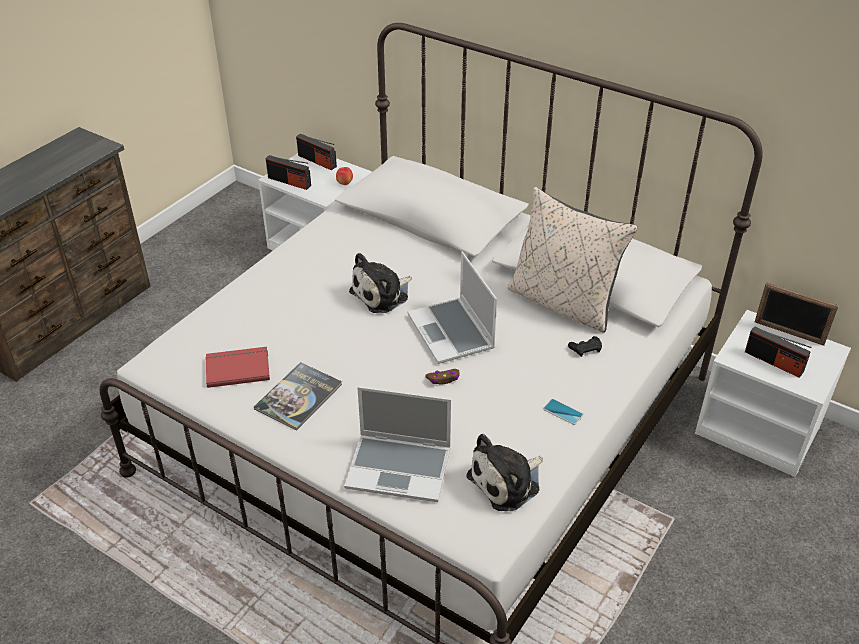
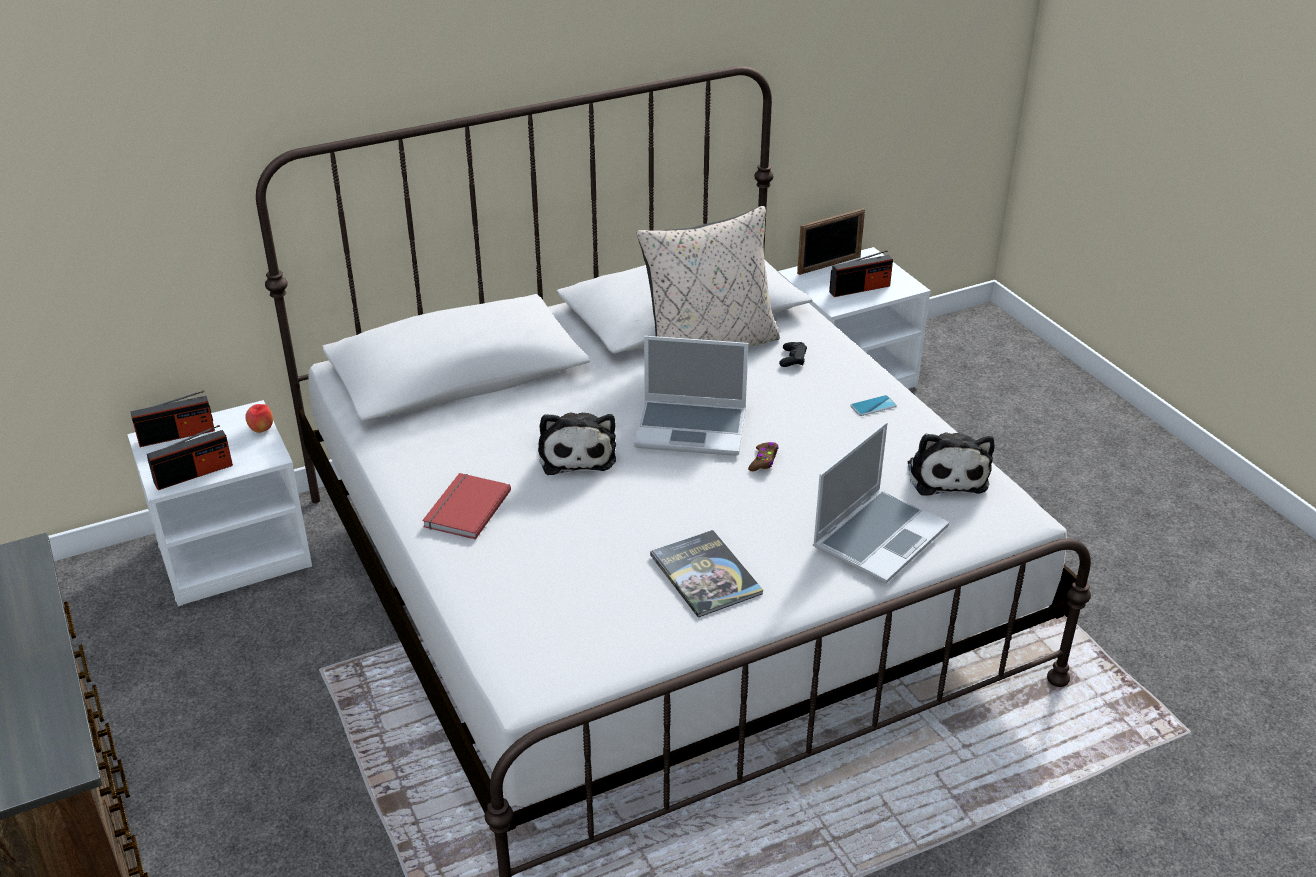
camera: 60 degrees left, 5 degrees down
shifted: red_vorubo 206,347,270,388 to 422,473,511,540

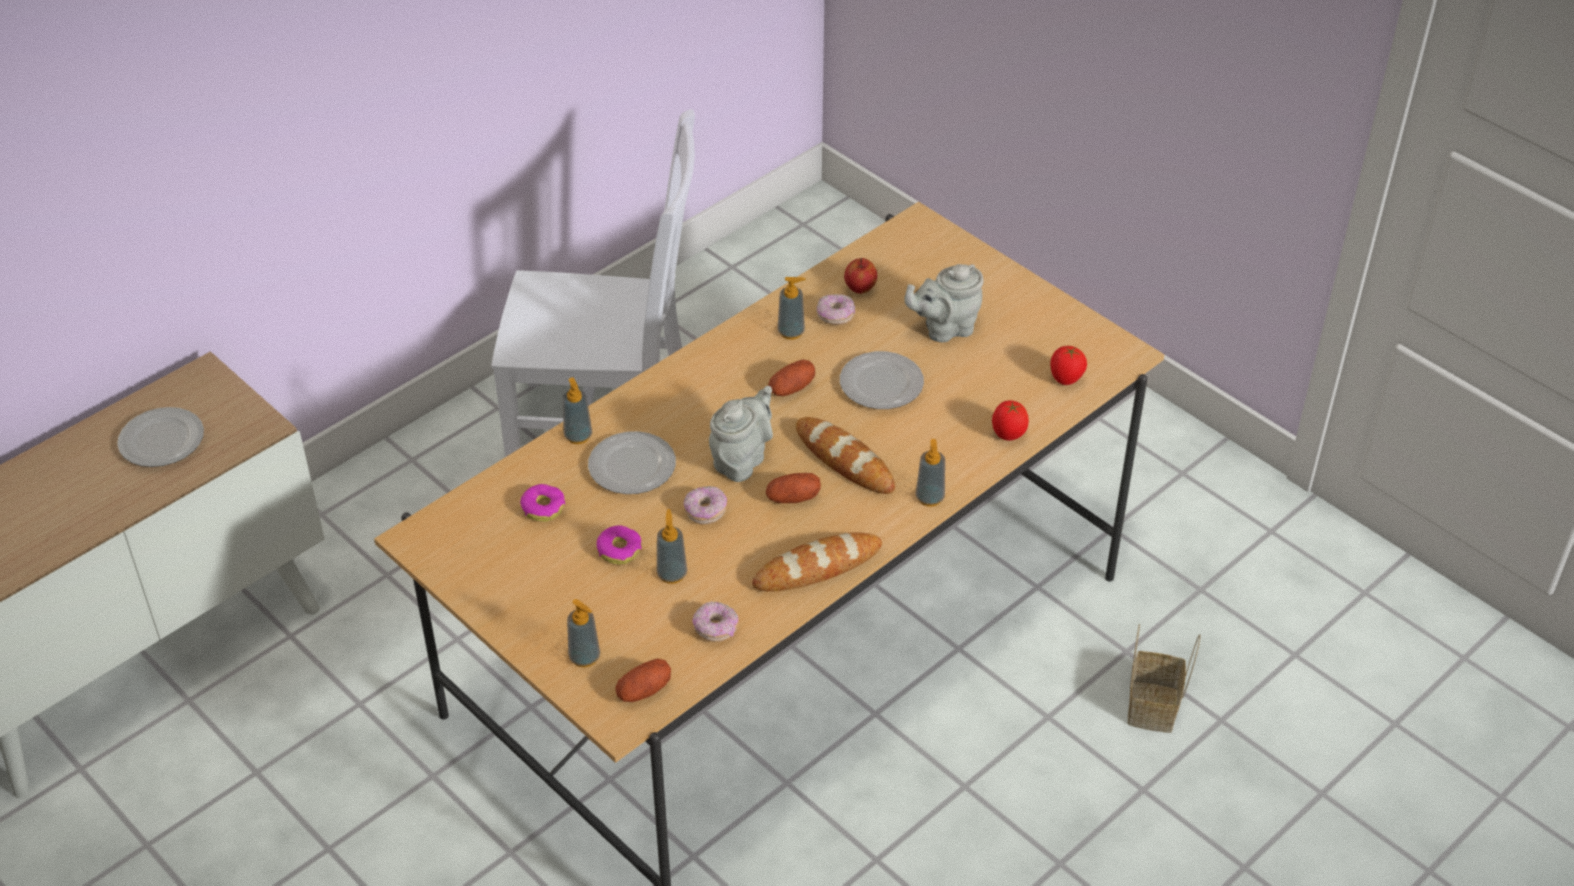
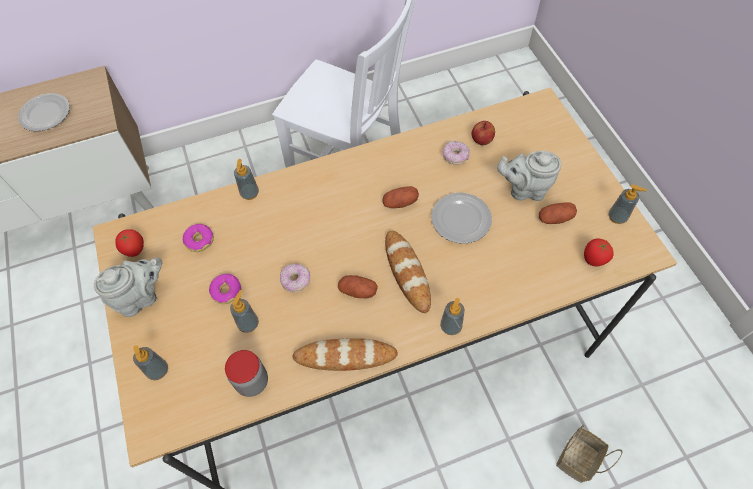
camera: 25 degrees right, 15 degrees up
gone: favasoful 588,431,676,494
shifted: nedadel 615,658,671,702 to 539,202,577,224; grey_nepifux 709,386,773,482 to 94,258,162,317; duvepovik 778,277,806,340 to 609,184,647,224; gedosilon 992,400,1029,441 to 115,229,144,257
swapped: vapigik 693,601,738,642 to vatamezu 225,350,268,397

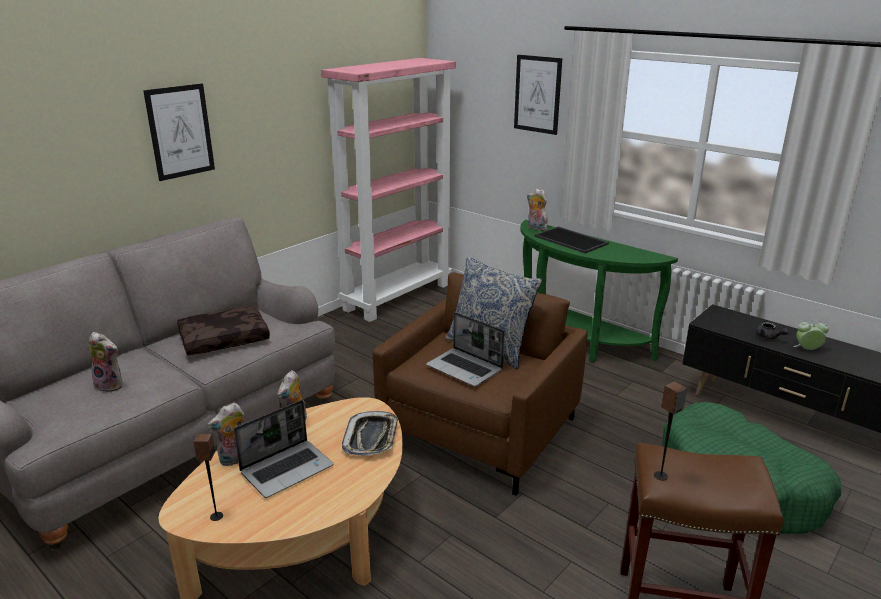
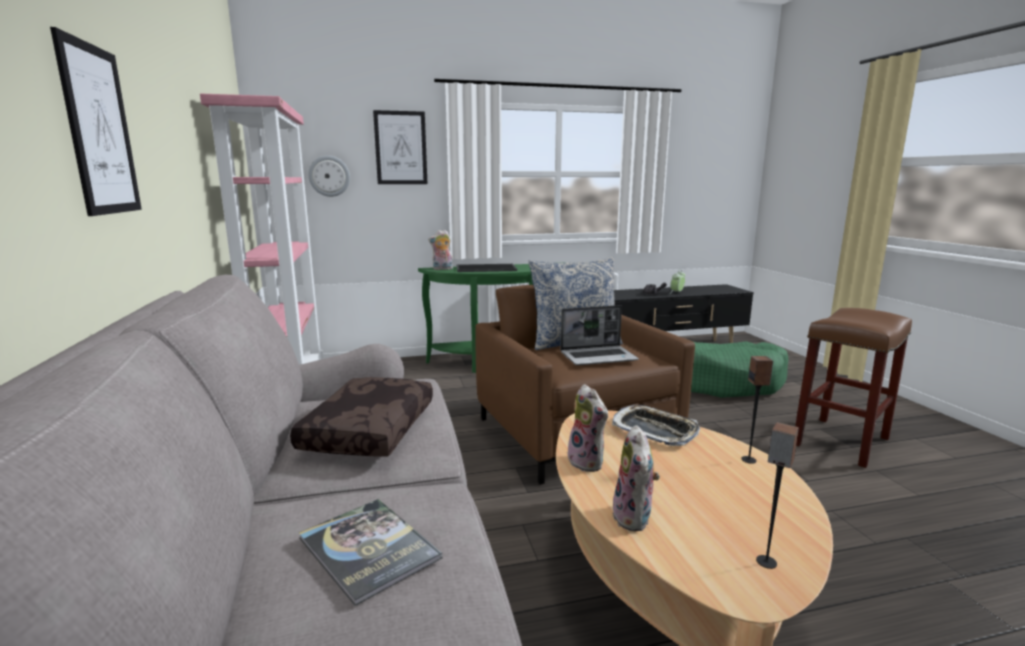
camera: 55 degrees left, 10 degrees down
gone: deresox 234,400,334,498
new: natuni 308,155,350,197
shifted: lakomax 654,382,687,481 to 741,356,773,464
swapped: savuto 89,332,122,393 to vorubo 299,499,442,606

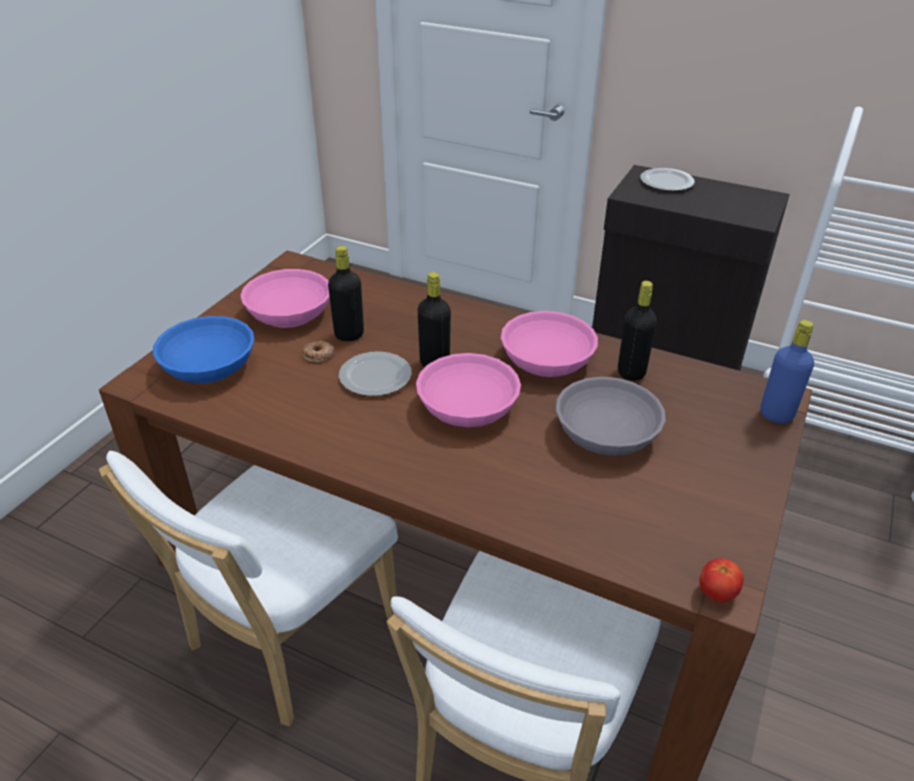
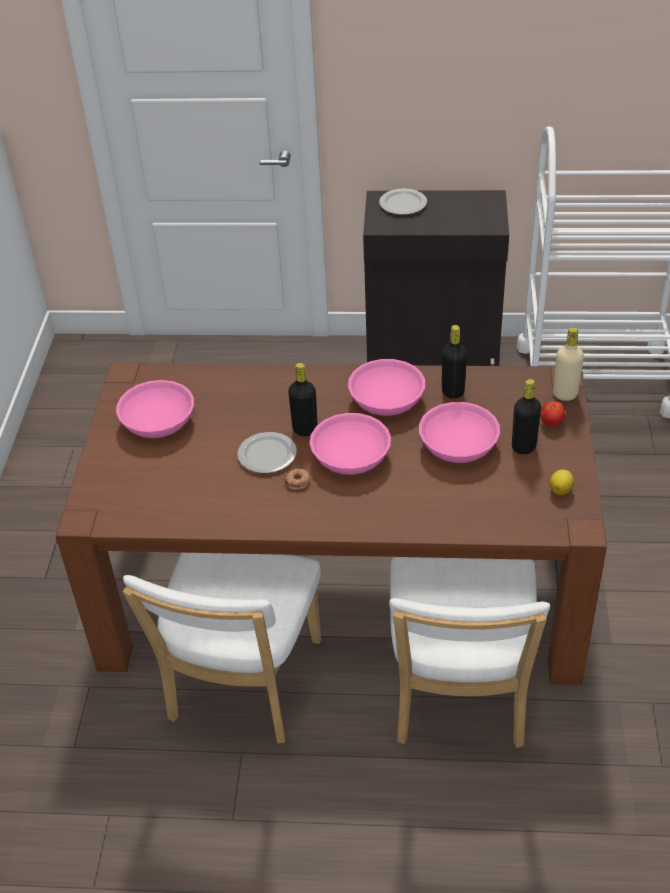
camera: 20 degrees left, 5 degrees up
gone: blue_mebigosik 153,316,254,383
new: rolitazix 549,470,574,495
shifted: vapigik 302,341,334,362 to 285,469,311,489; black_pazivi 328,246,364,341 to 512,379,541,454; gedosilon 699,558,744,602 to 541,401,565,426
repainted: grey_mebigosik 556,377,666,456 to pink_mebigosik 419,402,500,463; blue_pazivi 760,320,814,424 to beige_pazivi 553,327,584,401

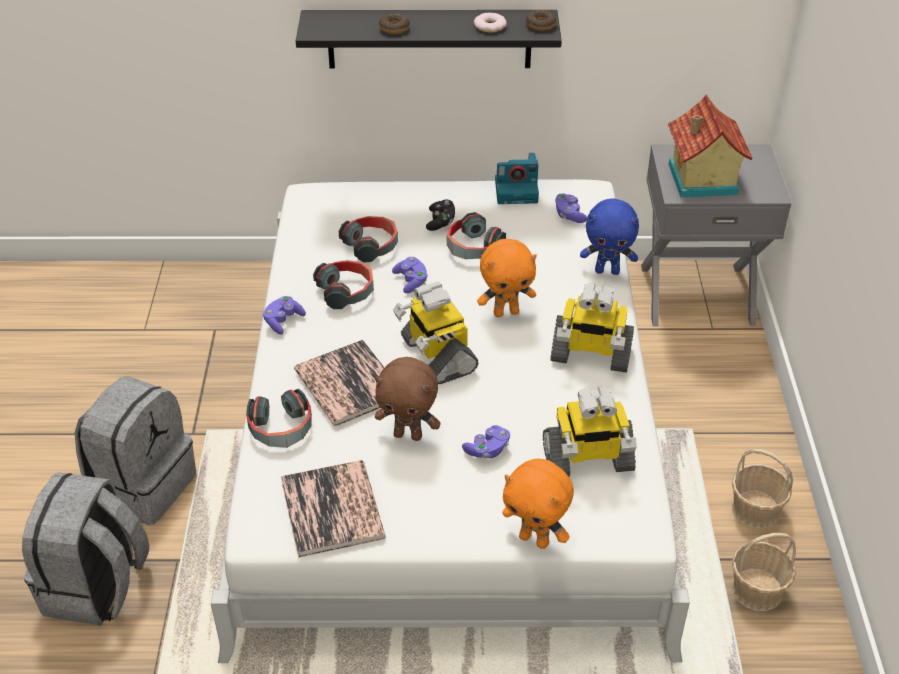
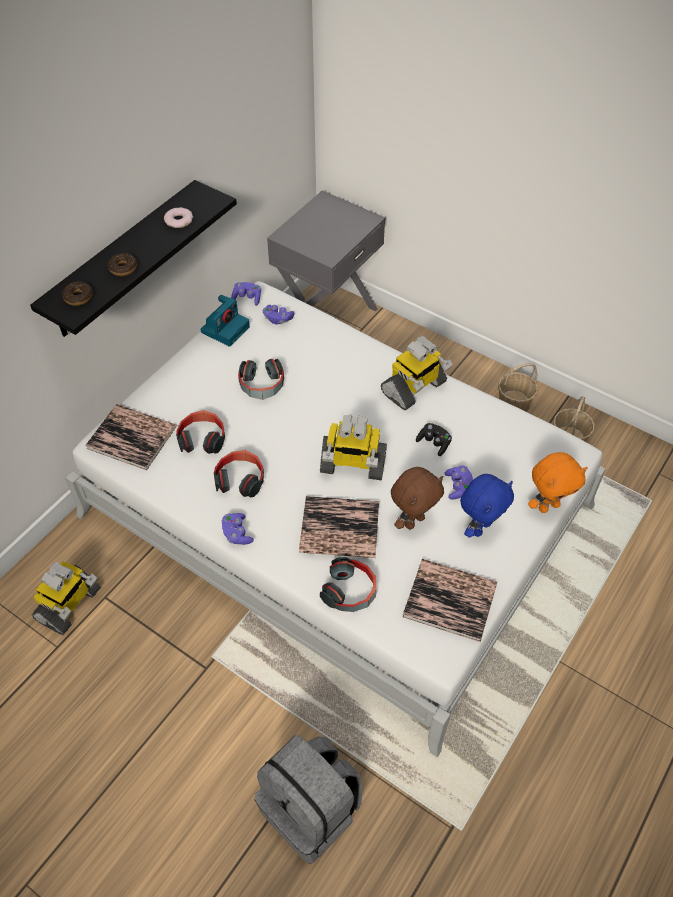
camera: 55 degrees left, 10 degrees up
gone: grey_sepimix 75,376,196,525; orange_savuto 477,239,537,317; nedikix 668,94,753,197
new: vorubo 85,404,177,470
shifted: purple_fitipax 392,257,428,293 to 231,282,261,306; black_fitipax 426,199,455,231 to 416,423,452,456; vapigik 526,10,557,31 to 62,282,93,306; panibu 543,386,637,477 to 31,561,101,635; blue_savuto 580,198,639,275 to 460,474,514,538

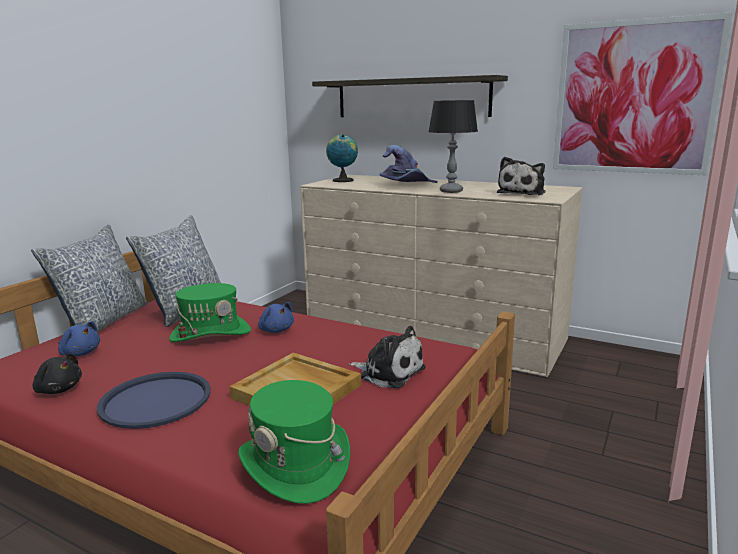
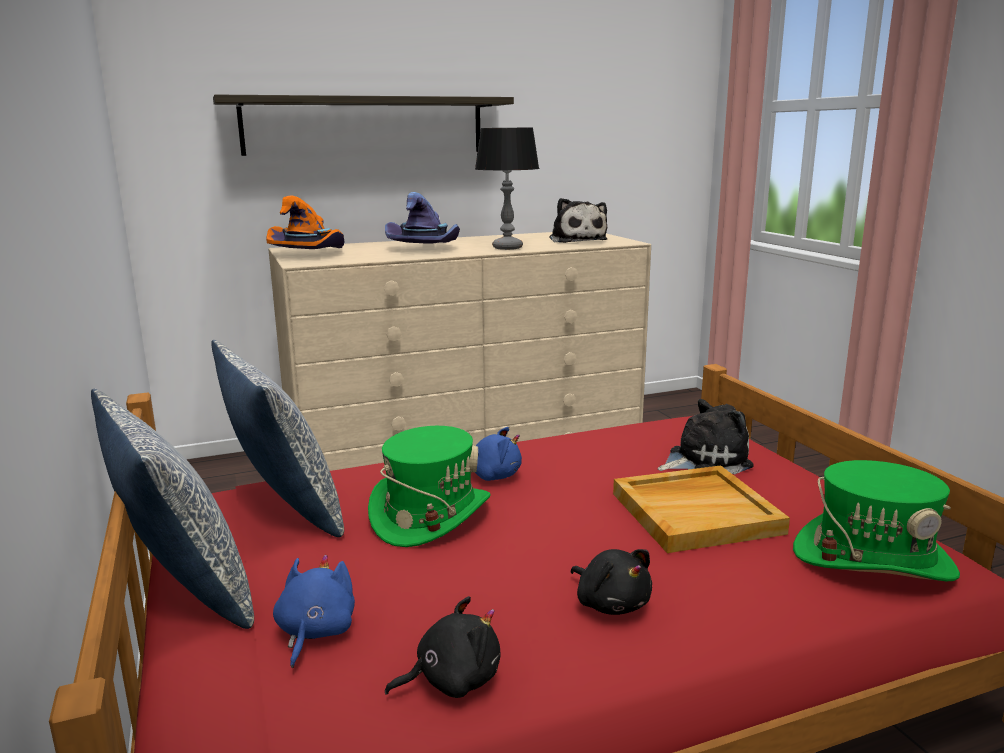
camera: 50 degrees left, 0 degrees up
gone: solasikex 553,12,733,175
swapped: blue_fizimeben 97,372,211,429 to black_savuto 571,549,652,615; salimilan 326,135,358,182 to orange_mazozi 266,195,345,249
rotated: blue_savuto 58,321,100,356 = 273,555,355,668 60 degrees counterclockwise

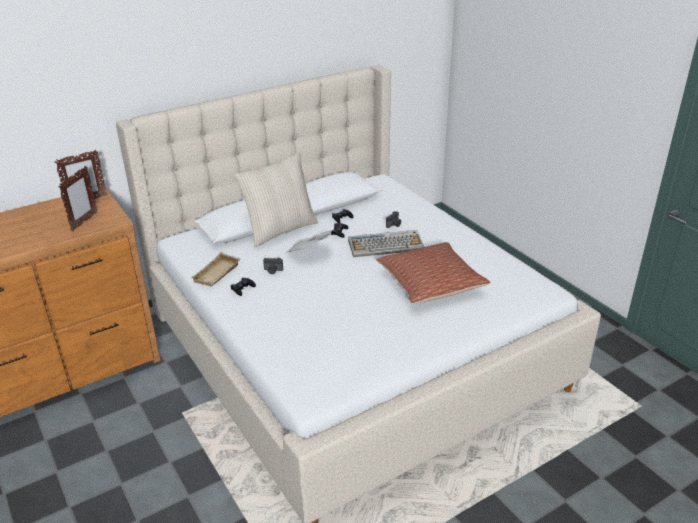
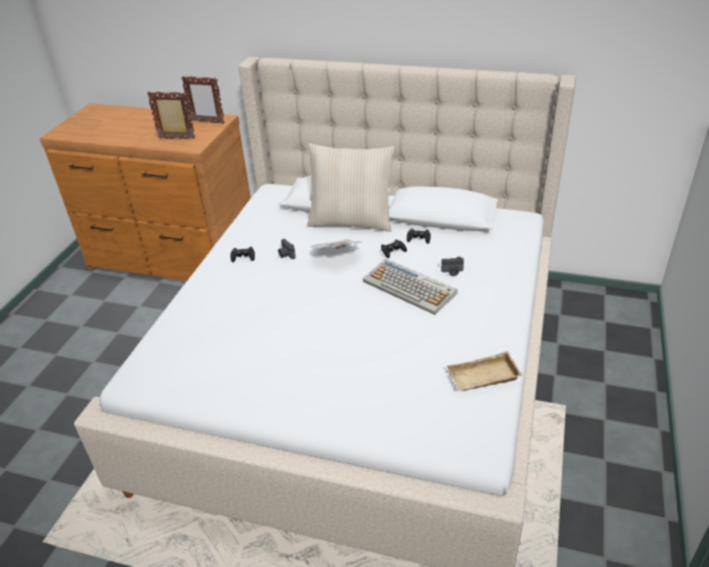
camera: 50 degrees right, 5 degrees up
gone: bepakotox 377,242,490,304
shifted: beige_fizimeben 191,253,241,286 to 446,351,522,391
rotated: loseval 58,166,98,231 = 147,91,195,139 150 degrees counterclockwise

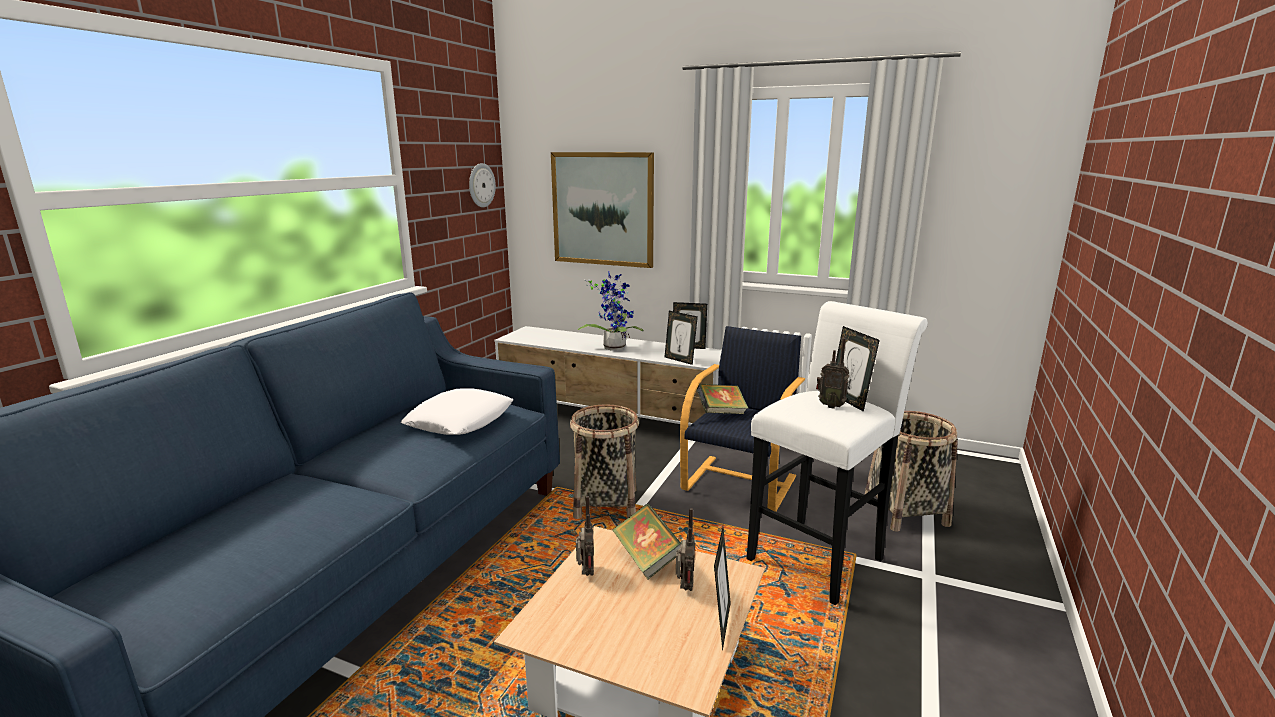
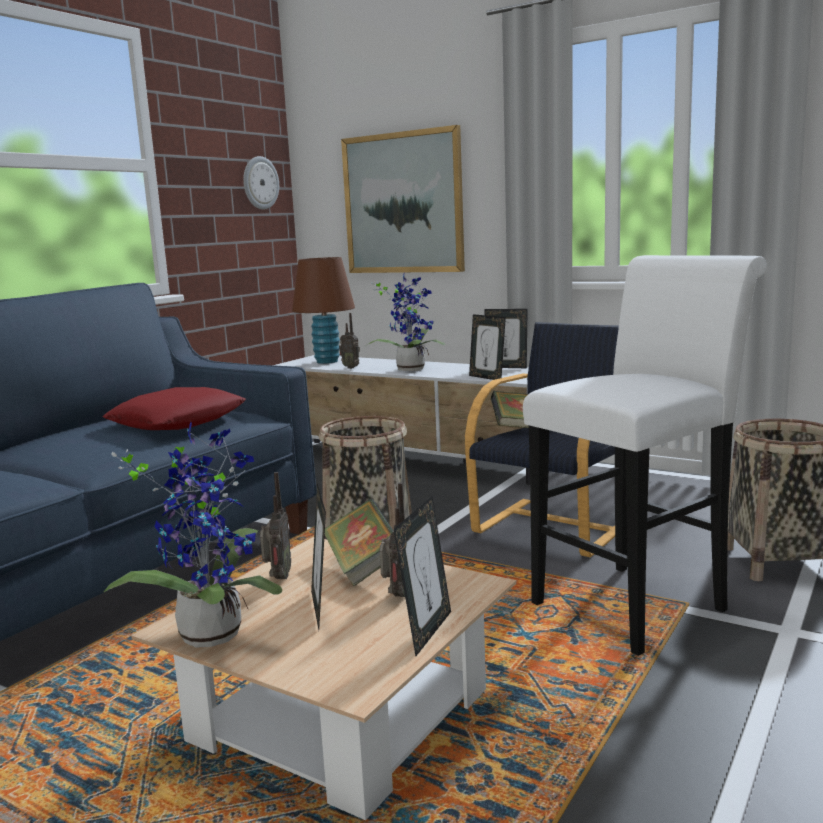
camera: 10 degrees right, 5 degrees down
new: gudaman 103,422,282,648; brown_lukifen 292,257,355,364
shifted: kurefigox 816,338,849,409 to 339,313,360,369; loseval 836,326,880,412 to 311,483,326,630
repainted: white_bepakotox 401,388,513,435 to red_bepakotox 102,387,246,430

